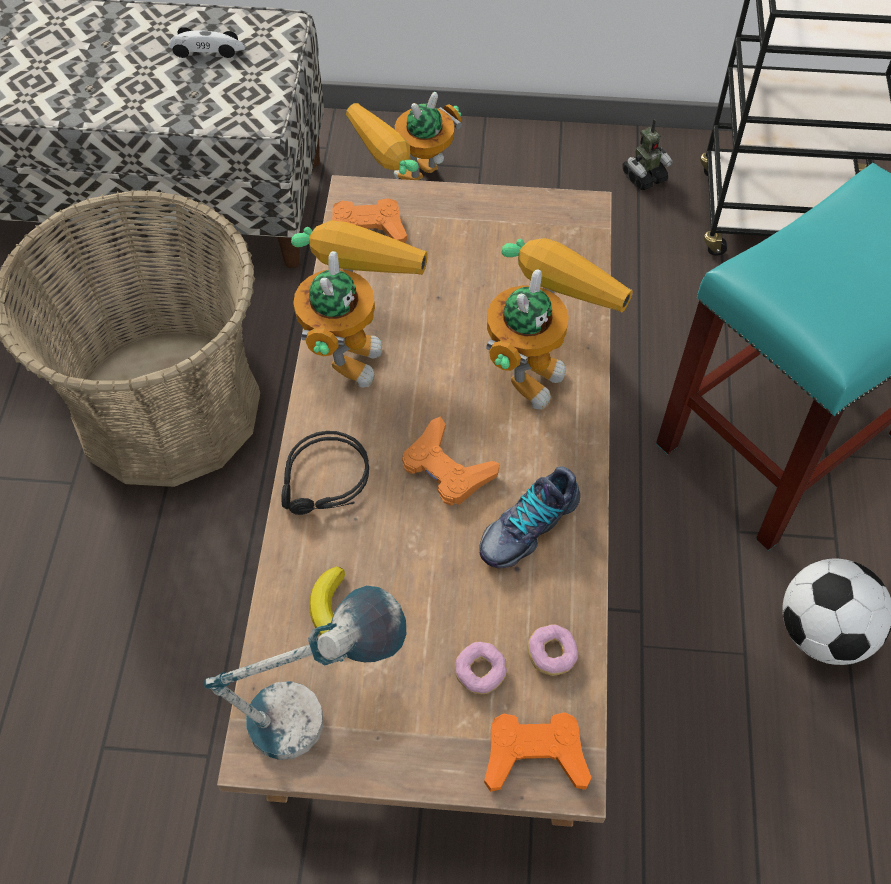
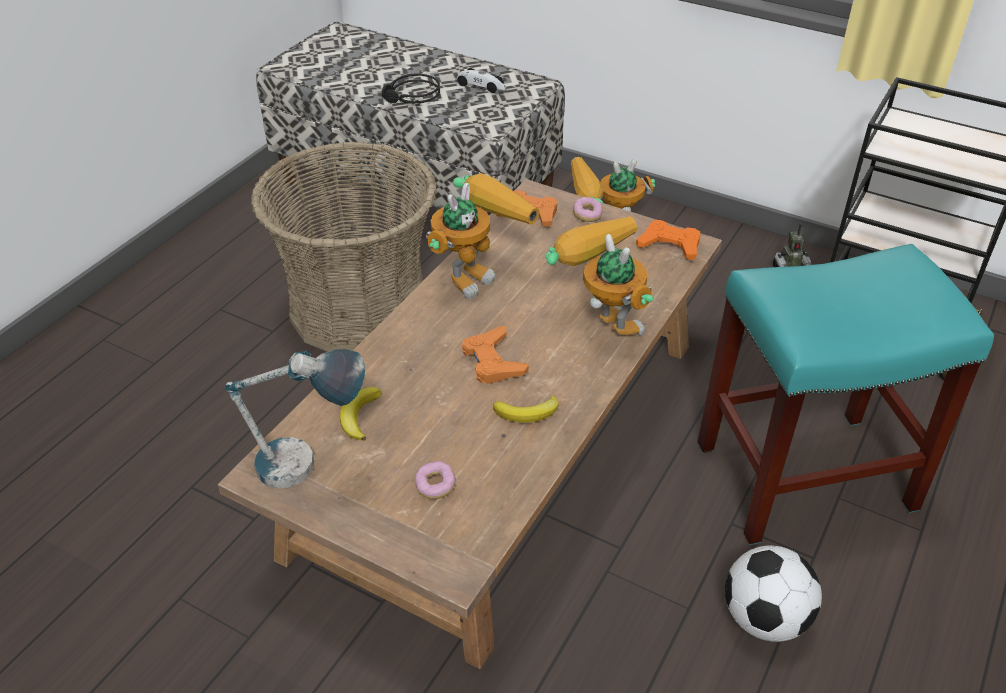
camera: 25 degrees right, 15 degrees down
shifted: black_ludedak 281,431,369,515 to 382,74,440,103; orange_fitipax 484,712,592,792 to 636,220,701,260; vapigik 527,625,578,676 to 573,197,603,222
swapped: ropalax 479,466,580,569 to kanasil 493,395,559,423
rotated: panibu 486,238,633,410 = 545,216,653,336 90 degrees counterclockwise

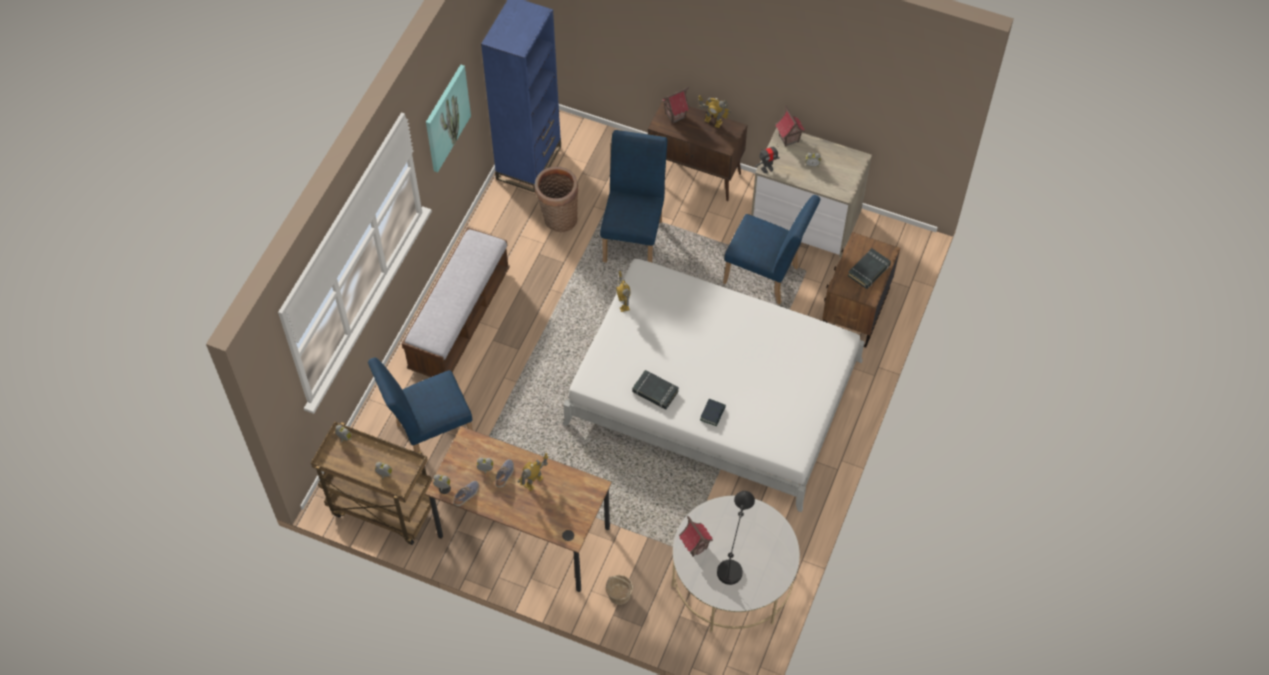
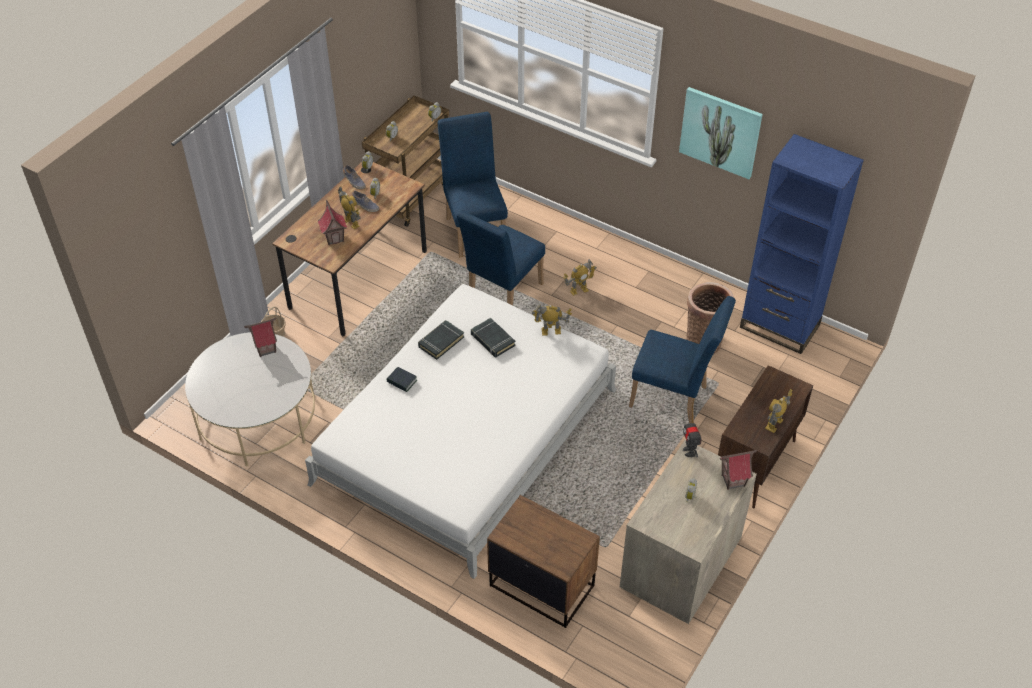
camera: 100 degrees right, 10 degrees down
gone: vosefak 401,227,510,377; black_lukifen 717,491,755,585
new: panibu 563,259,597,296
shifted: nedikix 661,87,690,124 to 318,200,347,245; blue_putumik 723,195,820,304 to 456,210,545,306; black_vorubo 848,248,891,289 to 471,318,515,358

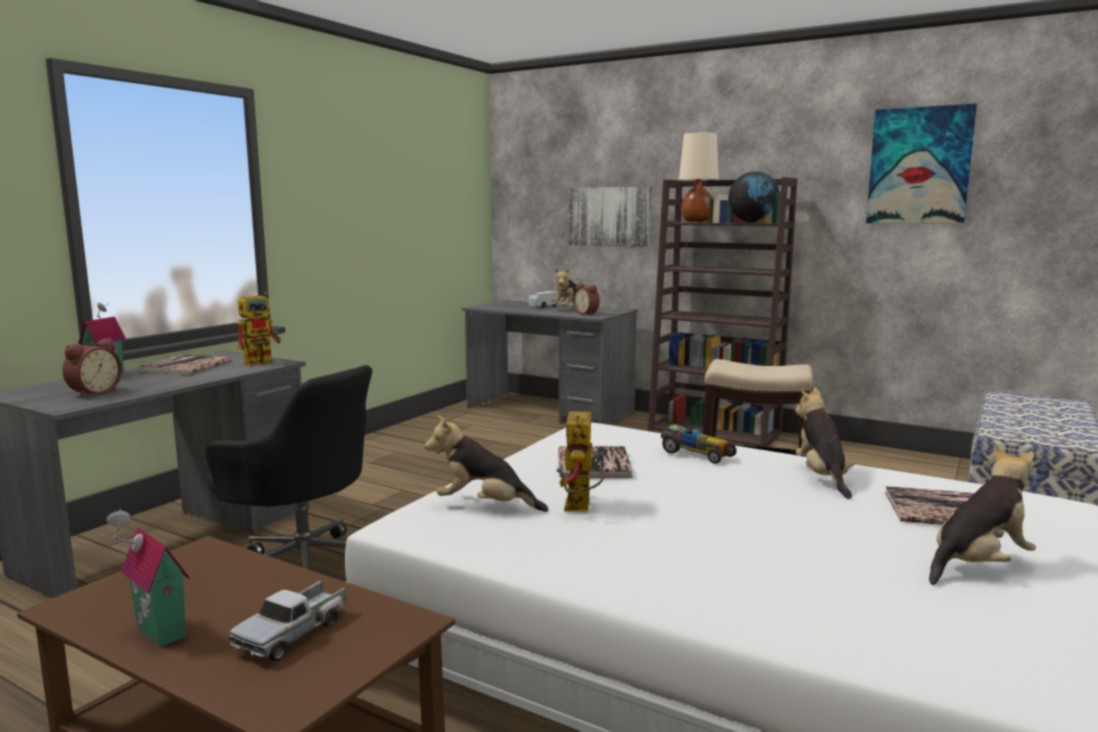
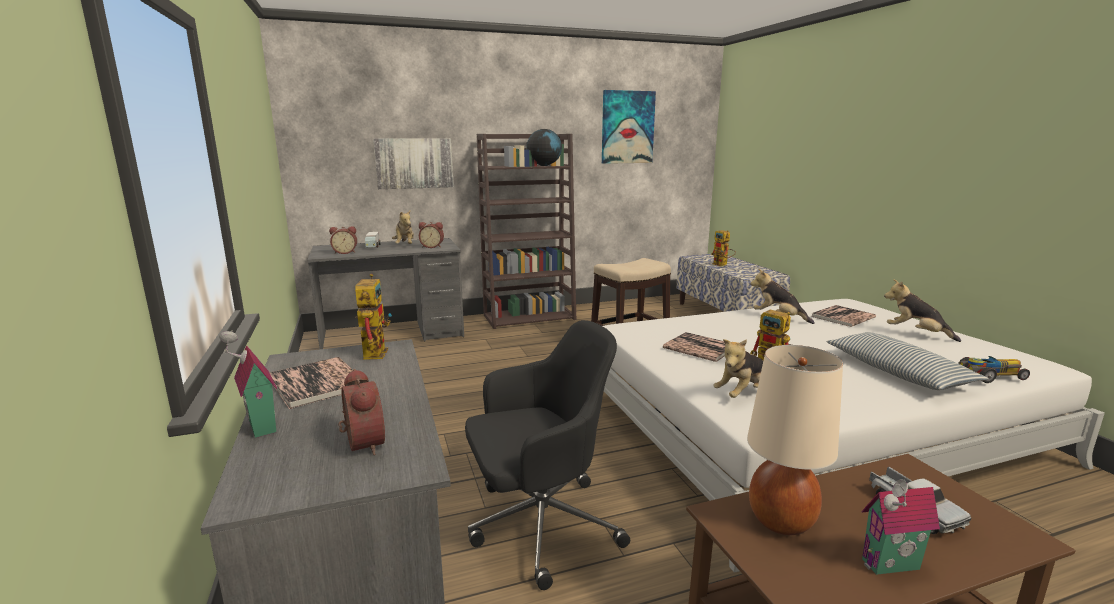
camera: 50 degrees left, 5 degrees up
new: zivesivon 329,226,357,254; panibu 711,230,736,266; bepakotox 827,332,988,390
shifted: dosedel 661,424,737,464 to 958,356,1030,383; beige_lukifen 679,132,719,222 to 747,345,843,535
rotated: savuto 929,444,1036,585 = 884,279,961,342 60 degrees counterclockwise

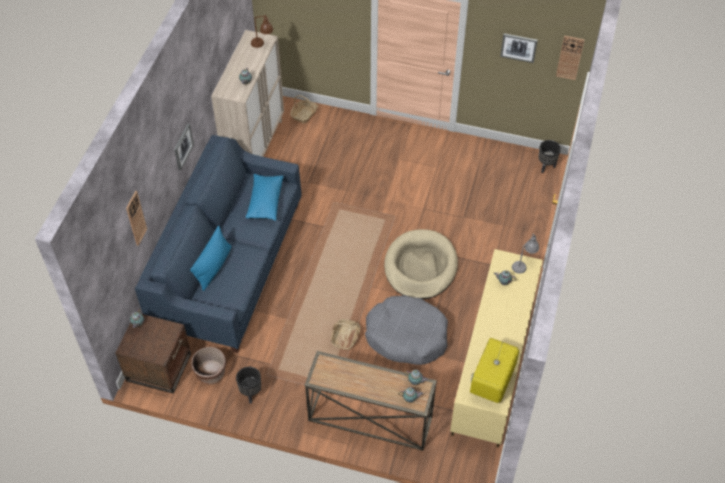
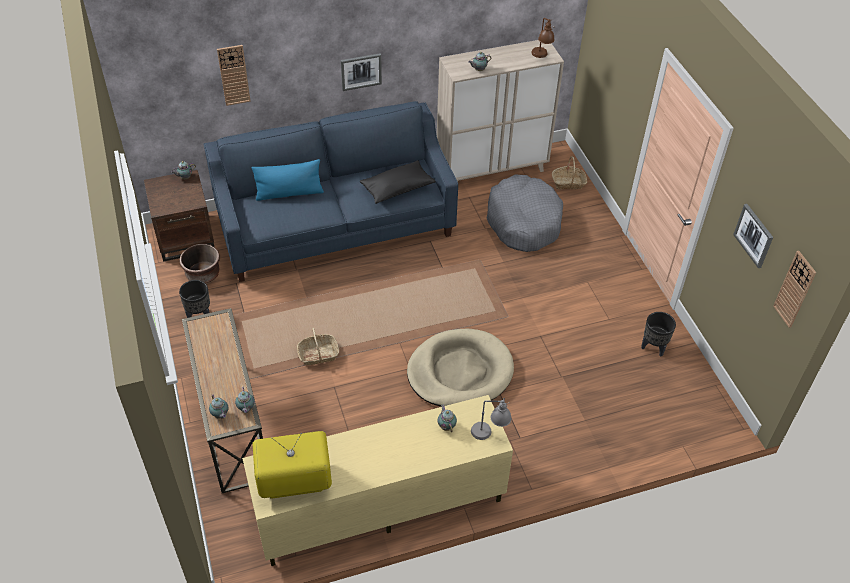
camera: 55 degrees right, 5 degrees down
shifted: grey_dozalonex 365,295,448,365 to 487,175,563,252; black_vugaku 538,140,561,173 to 641,312,676,357
repainted: blue_bepakotox 245,174,283,221 to black_bepakotox 360,160,436,204

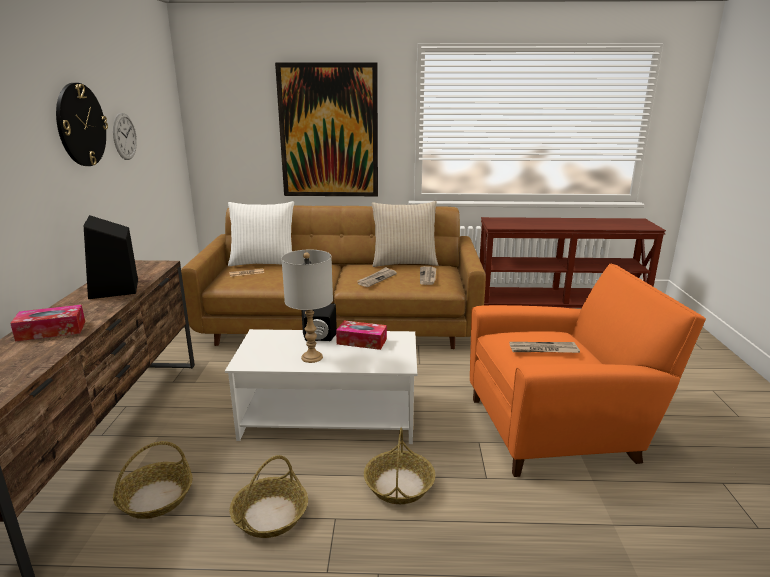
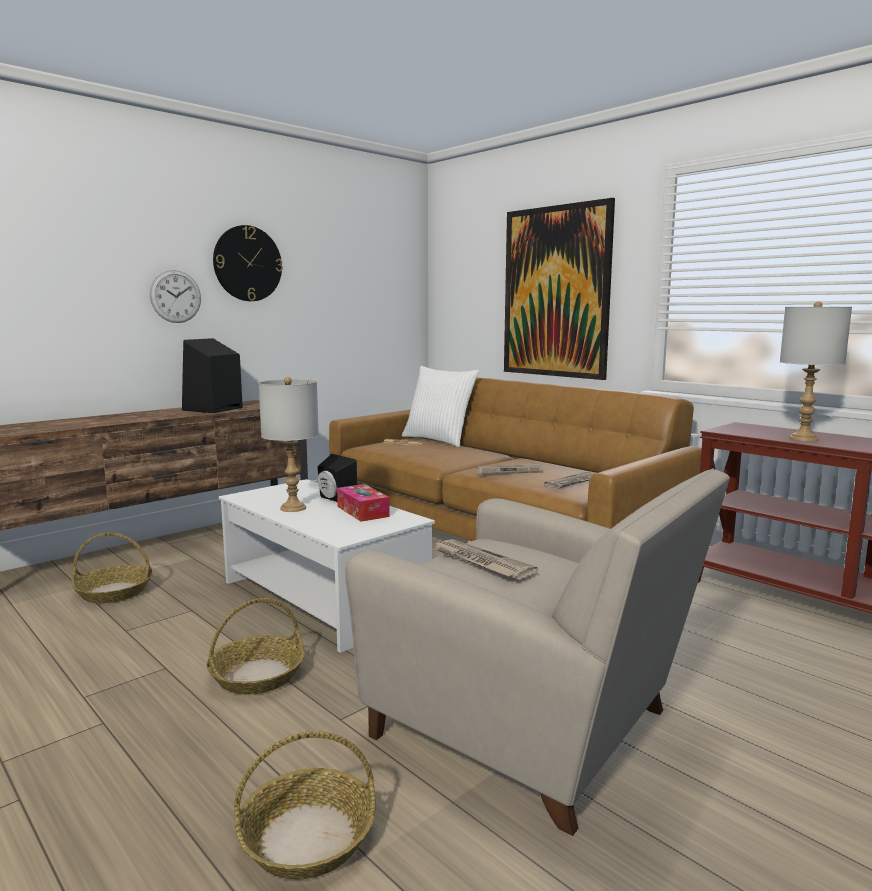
camera: 45 degrees right, 10 degrees down
gone: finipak 10,305,85,342; beige_bepakotox 372,201,438,267
new: grey_lukifen 780,301,852,442
shifted: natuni 113,113,137,160 to 150,270,201,323; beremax 230,455,308,538 to 234,731,376,880
repainted: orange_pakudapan 470,264,706,477 to beige_pakudapan 345,469,730,836

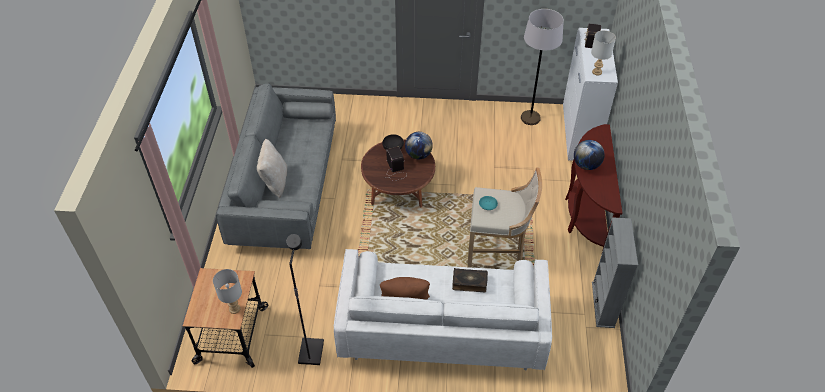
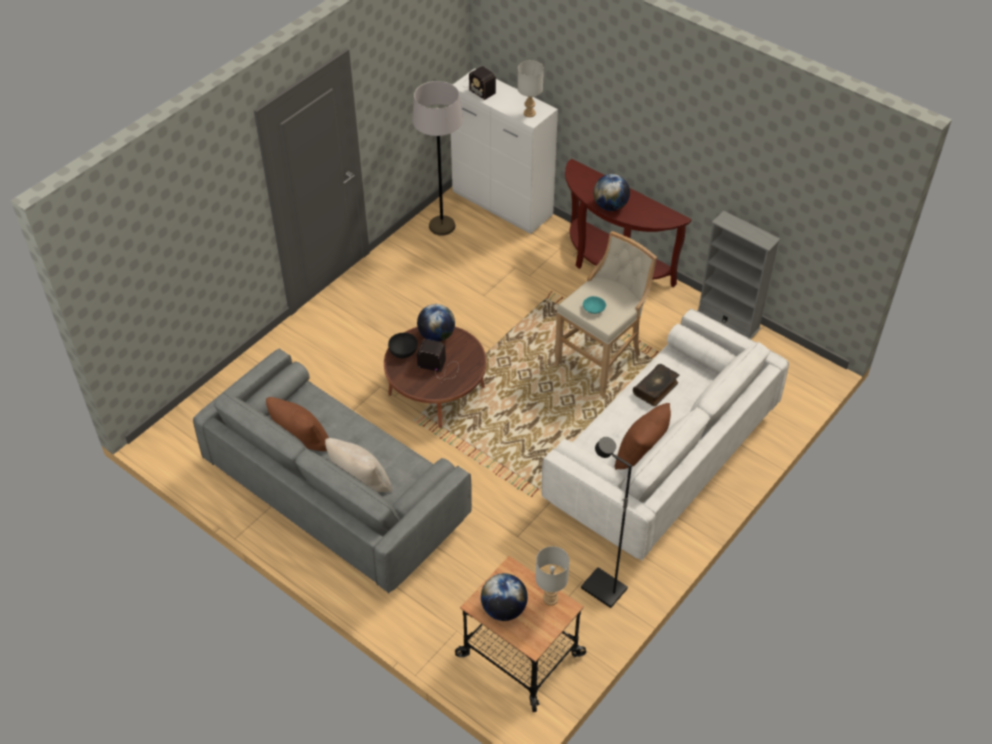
camera: 55 degrees left, 0 degrees up
new: brown_bepakotox 266,397,329,451; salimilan 481,573,528,621

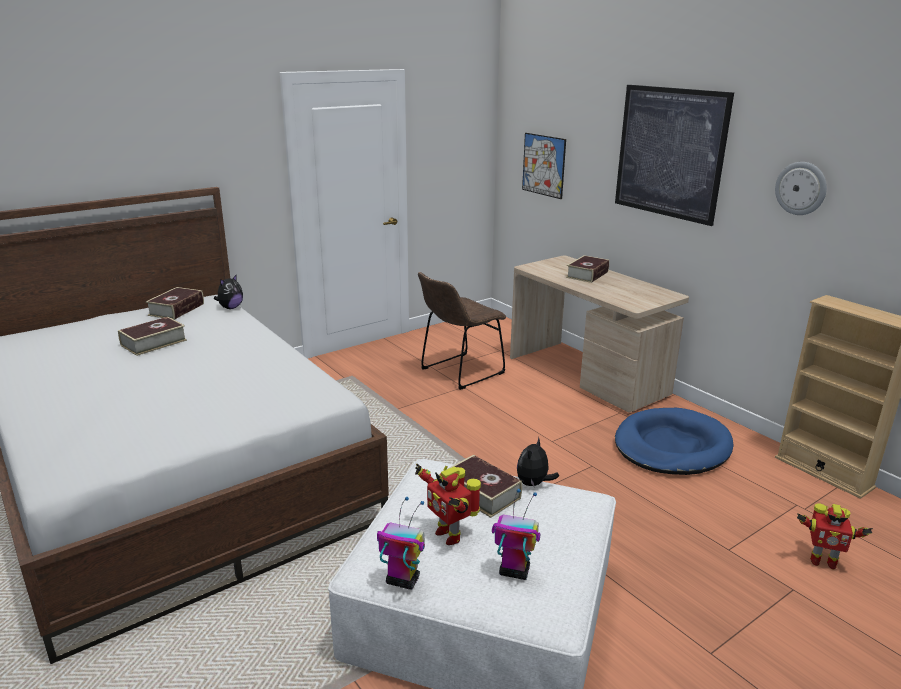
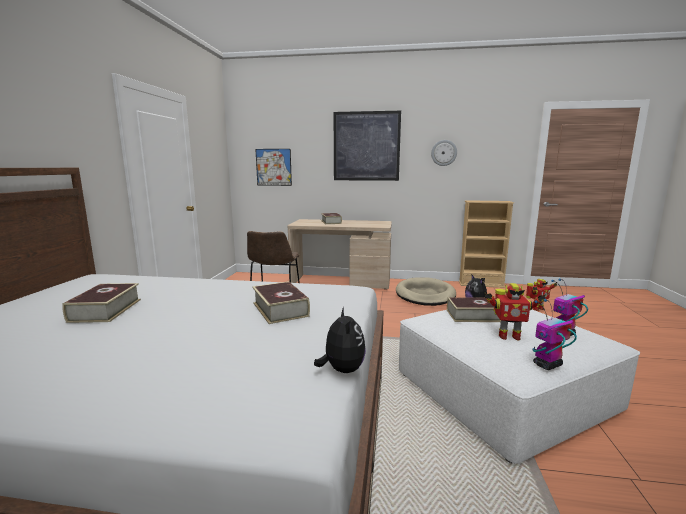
camera: 45 degrees left, 10 degrees down
shifted: vorubo 145,287,204,320 to 252,281,310,324; savuto 214,274,243,309 to 314,307,366,373
repainted: blue_dozalonex 615,408,734,475 to beige_dozalonex 396,278,456,306

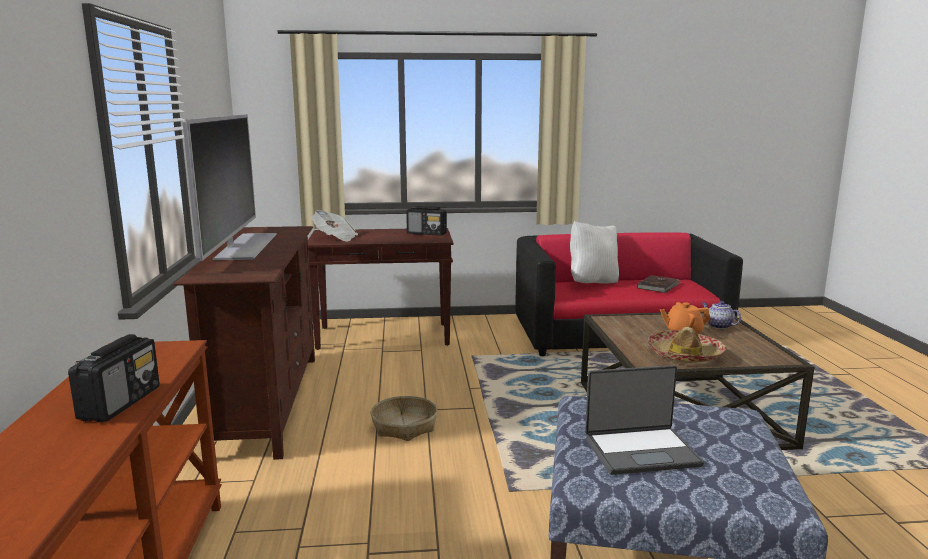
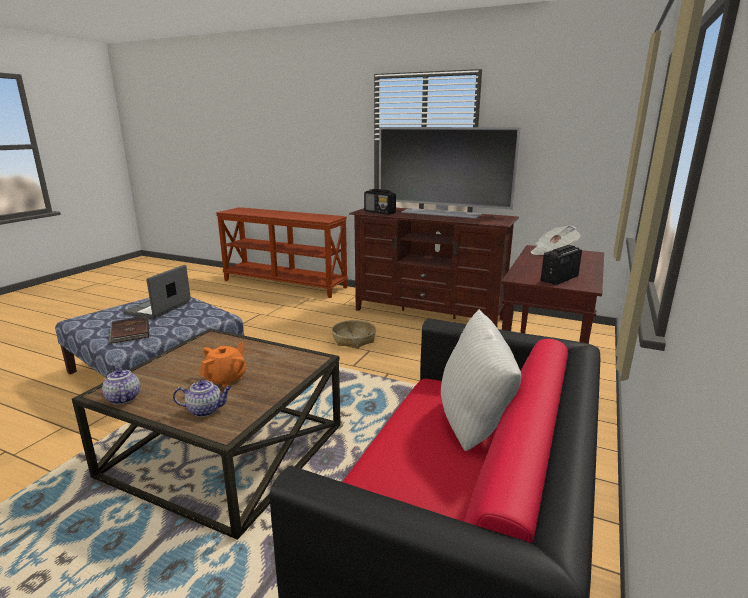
camera: 120 degrees right, 5 degrees up
gone: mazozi 647,327,726,363
new: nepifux 102,366,140,404
shifted: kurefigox 68,334,160,422 to 364,189,396,215; brown_vorubo 637,275,680,293 to 108,316,149,343

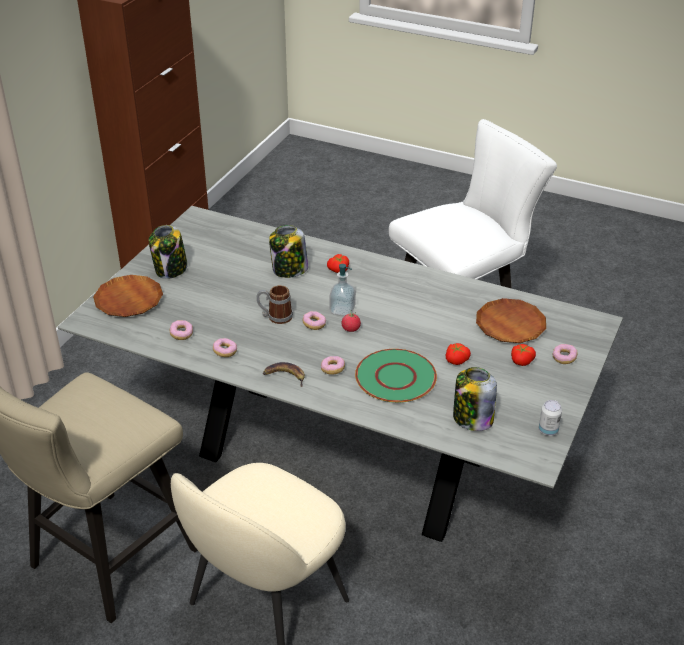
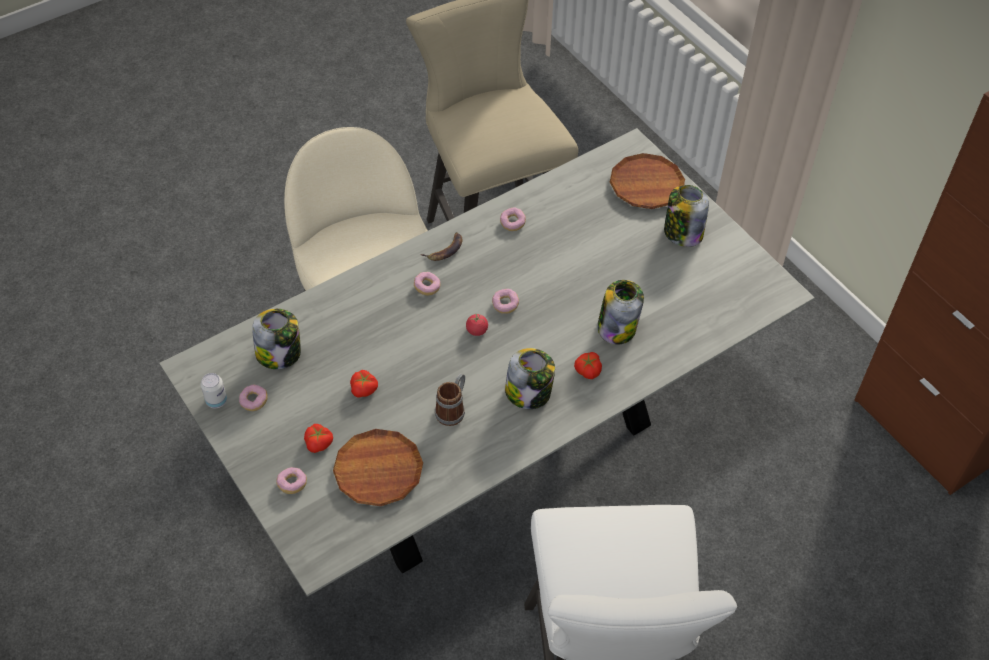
camera: 120 degrees right, 15 degrees up
gone: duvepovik 329,264,356,316; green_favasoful 355,349,437,403
new: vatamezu 505,348,555,409
shifted: vapigik 170,320,193,340 to 239,385,268,411; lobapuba 256,285,293,324 to 435,373,465,426

